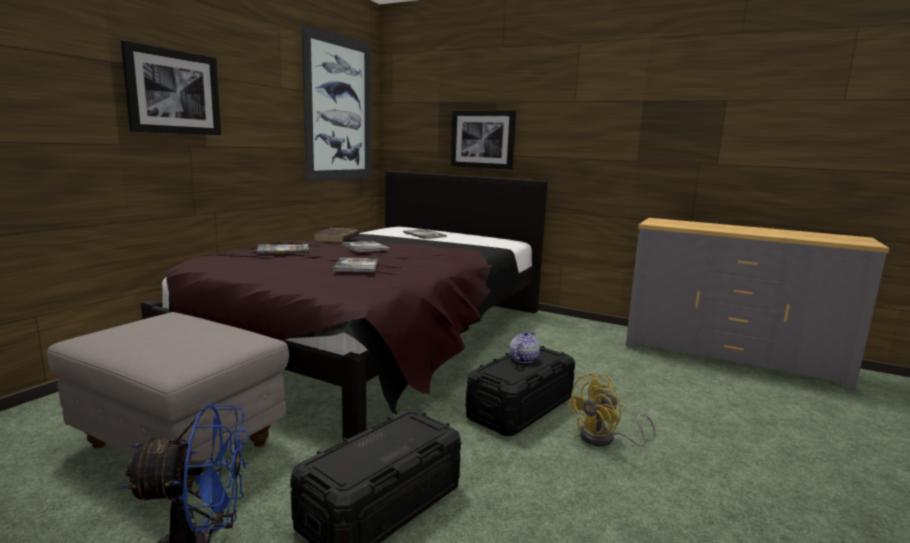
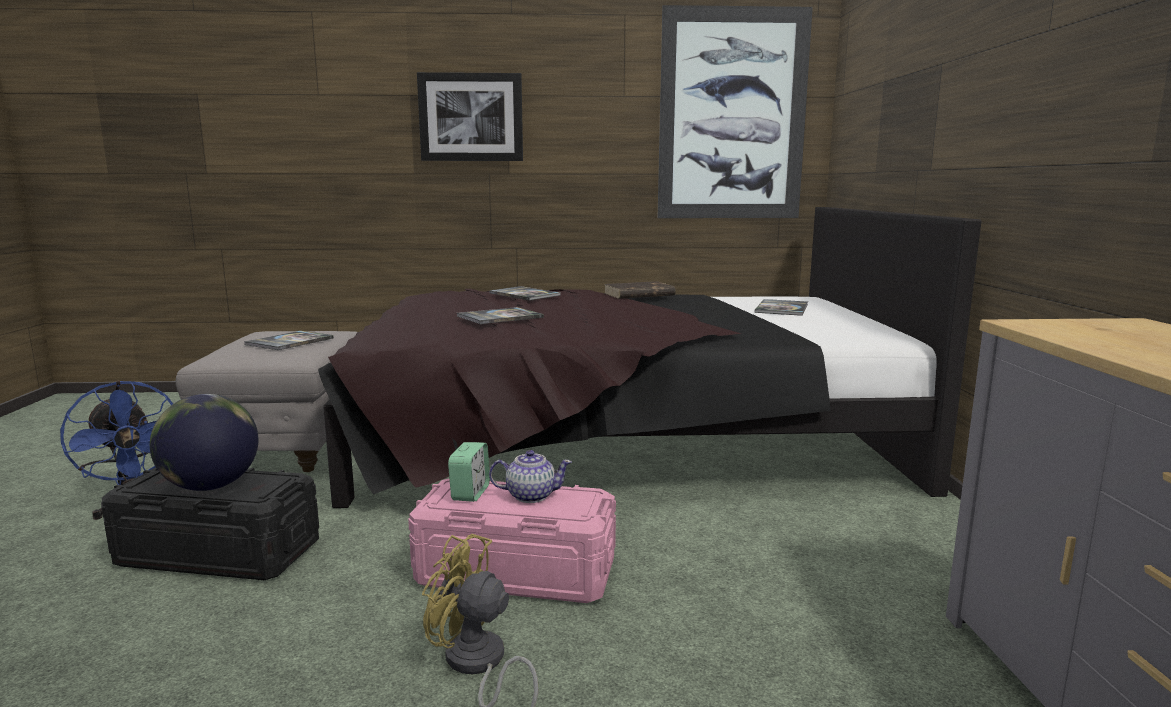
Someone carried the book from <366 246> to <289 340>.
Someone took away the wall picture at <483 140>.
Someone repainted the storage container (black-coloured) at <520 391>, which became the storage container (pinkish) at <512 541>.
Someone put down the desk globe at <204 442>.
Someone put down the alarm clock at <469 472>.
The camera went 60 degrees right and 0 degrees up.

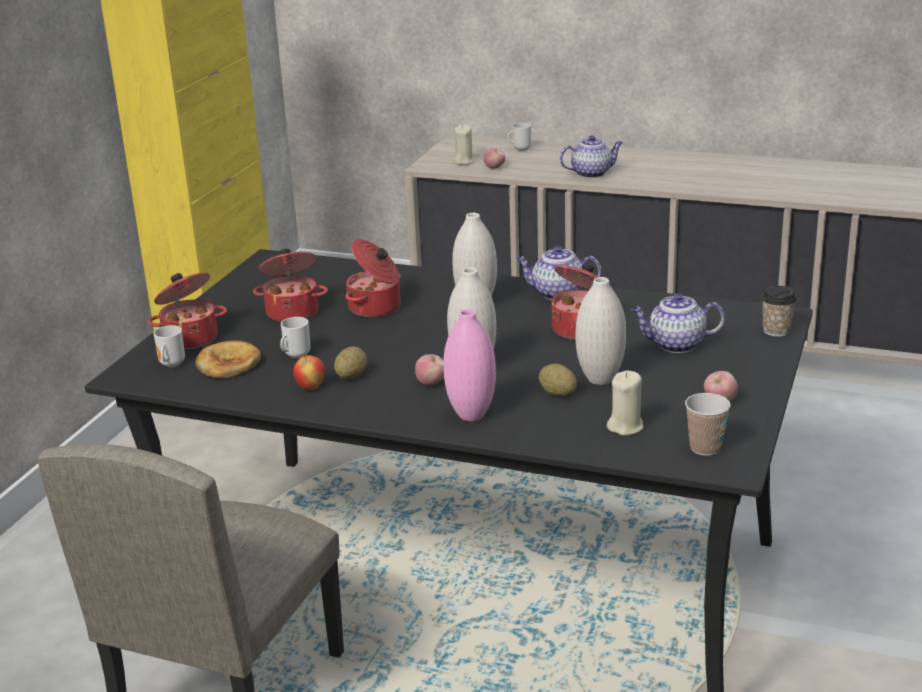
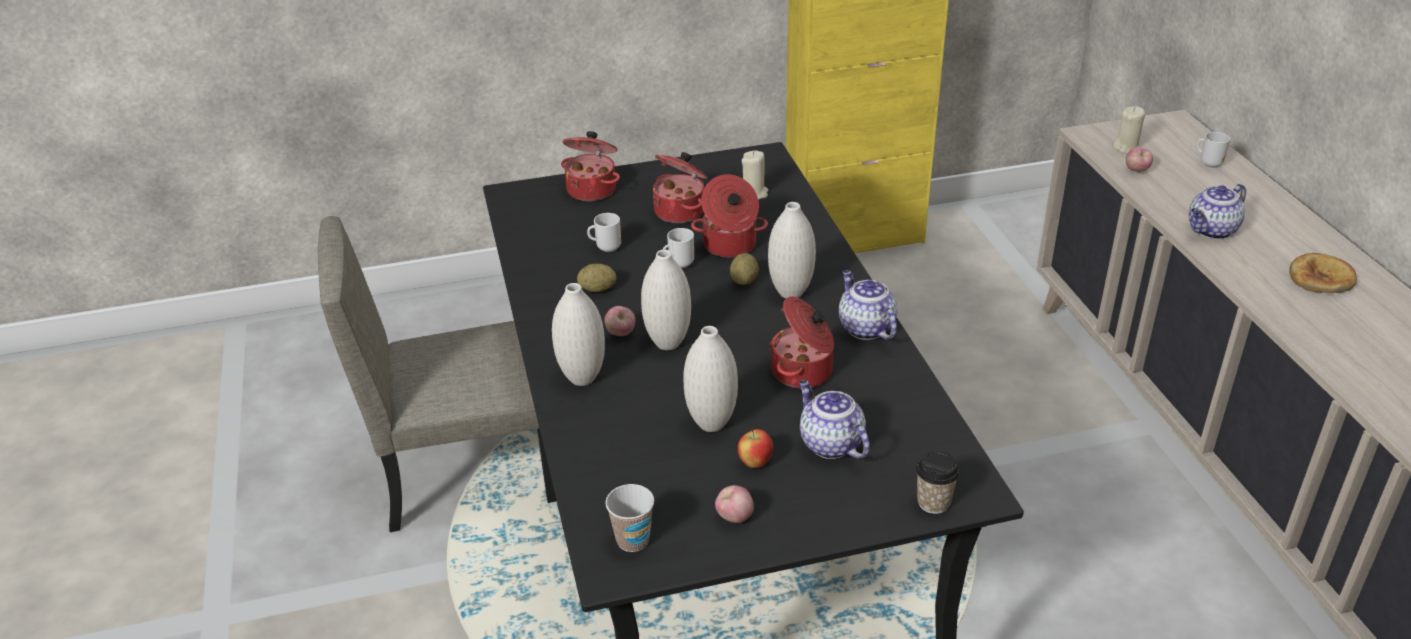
Someone carried the tea mug from <169 346> to <678 248>.
Someone carried the baked bread from <228 359> to <1323 273>.
Someone carried the apple fruit from <309 372> to <755 448>.
Someone repainted the flower vase (pinkish) at <469 365>, which became the flower vase (whitish) at <578 334>.
Someone carried the potato from <558 380> to <744 269>.
Someone rotated the pot for tea at <591 156> by 105 degrees clockwise.
Someone carried the wax candle (beige-coloured) from <625 403> to <755 175>.
The camera went 55 degrees right and 10 degrees up.

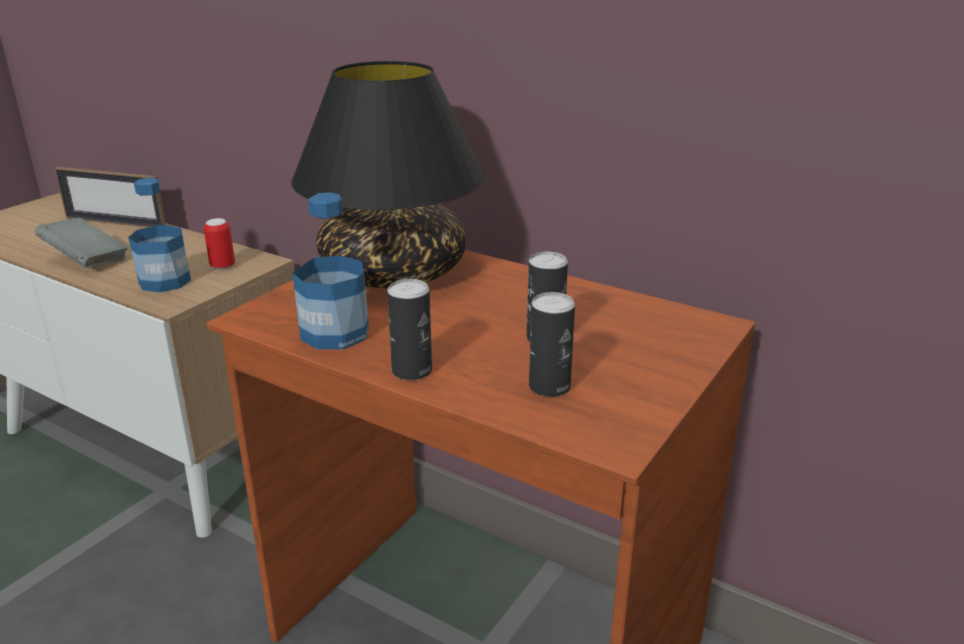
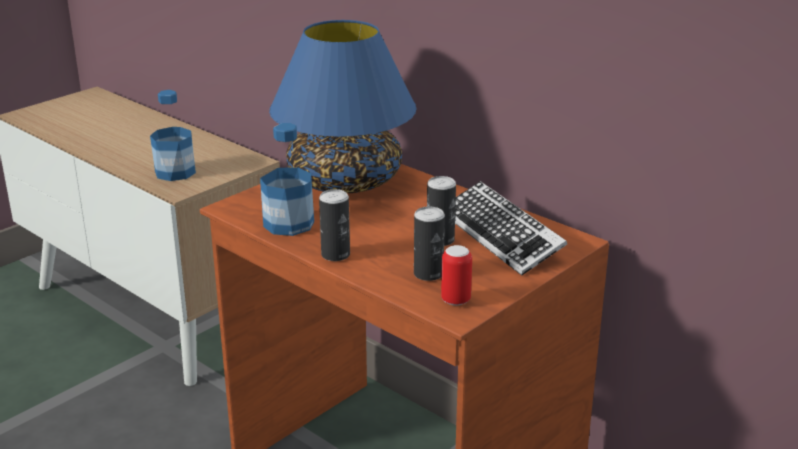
Someone took away the book (grey) at <81 243>.
Someone took away the picture frame at <110 197>.
Someone carried the metal can from <219 244> to <456 275>.
Someone repainted the tabletop lamp (black-coloured) at <388 174>, which became the tabletop lamp (blue) at <342 106>.
Someone put down the keyboard at <511 228>.
The camera went 10 degrees right and 0 degrees up.

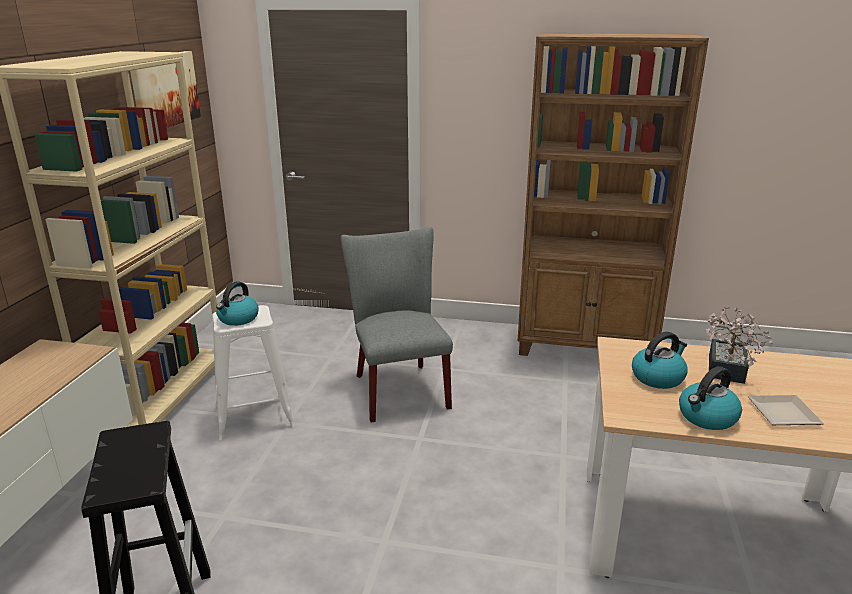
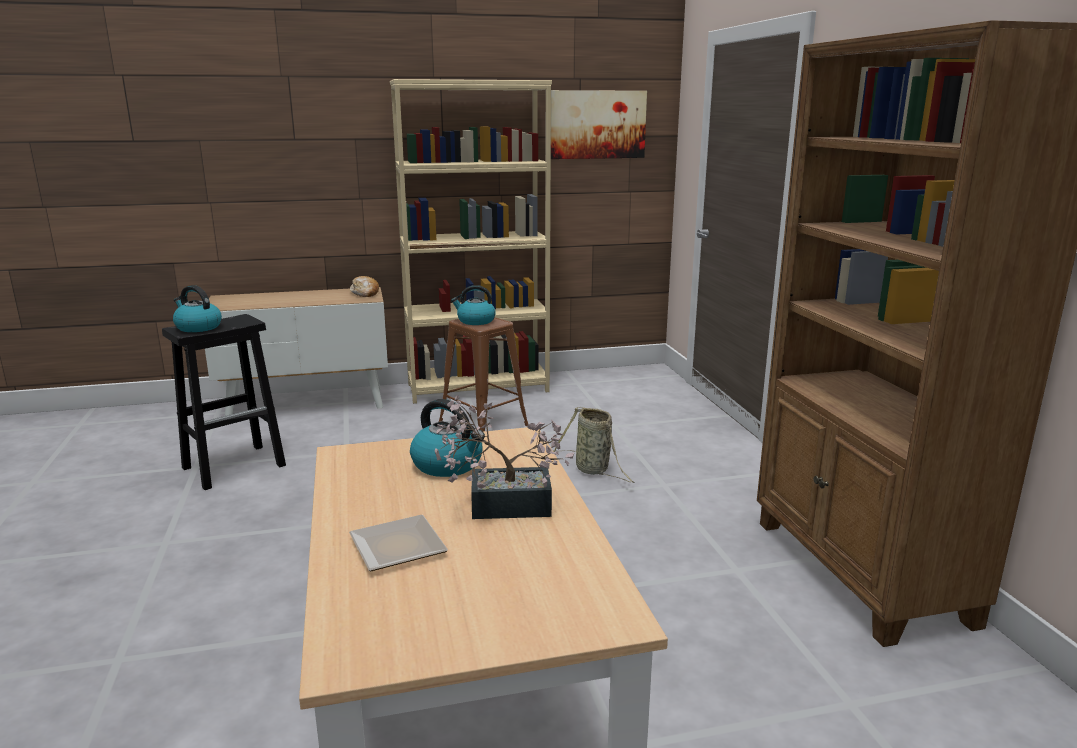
Someone repainted the stool (whitish) at <253 372>, which became the stool (brownish) at <483 374>.
Someone swapped the plain chair (grey) at <397 324> for the household basket at <594 445>.
Someone carried the tea kettle from <710 398> to <197 308>.
Someone put down the baked bread at <364 286>.
The camera went 65 degrees right and 5 degrees down.

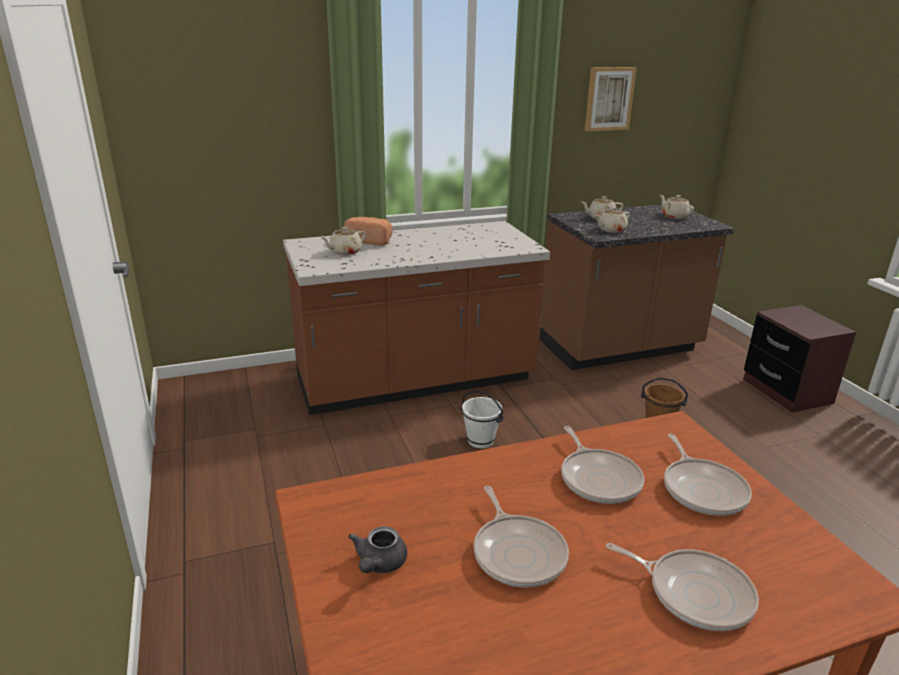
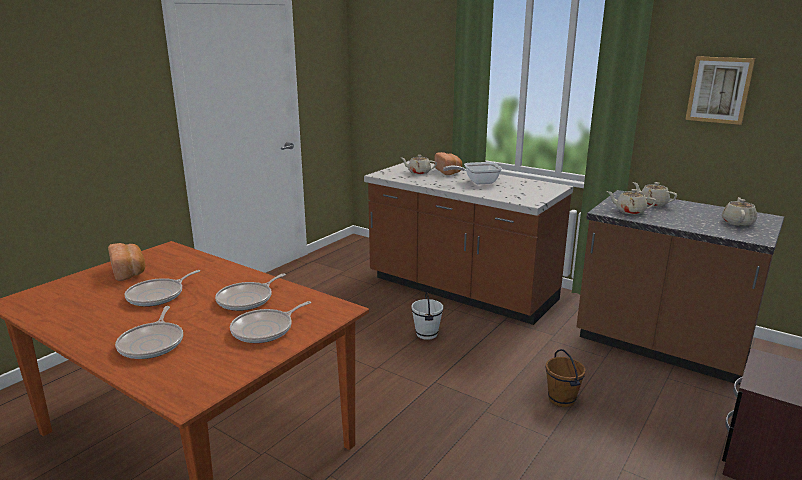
Someone swapped the pot for tea (grey) at <377 549> for the baked bread at <126 262>.
Someone put down the skillet at <472 173>.
The camera went 55 degrees right and 5 degrees down.

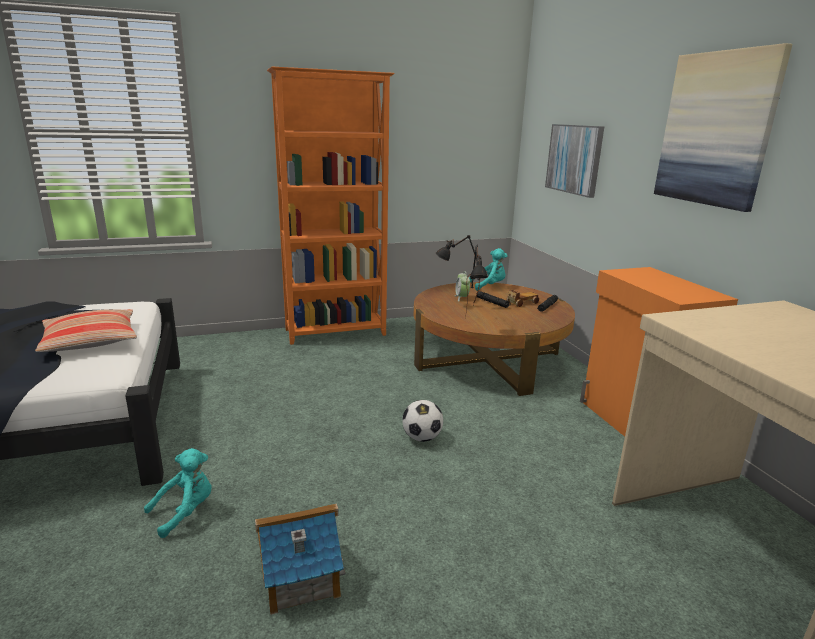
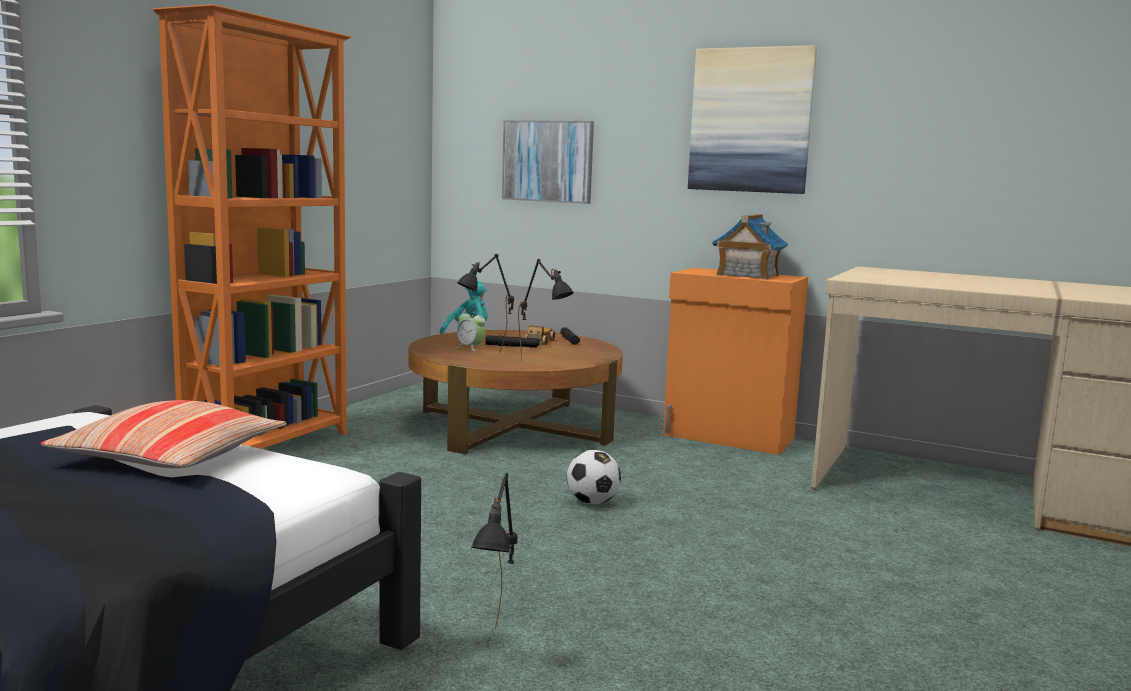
Someone swapped the cuddly toy (turquoise-coloured) at <178 493> for the tabletop lamp (black-coloured) at <494 551>.
Someone carried the toy house from <300 559> to <750 247>.
The camera went 45 degrees left and 10 degrees down.

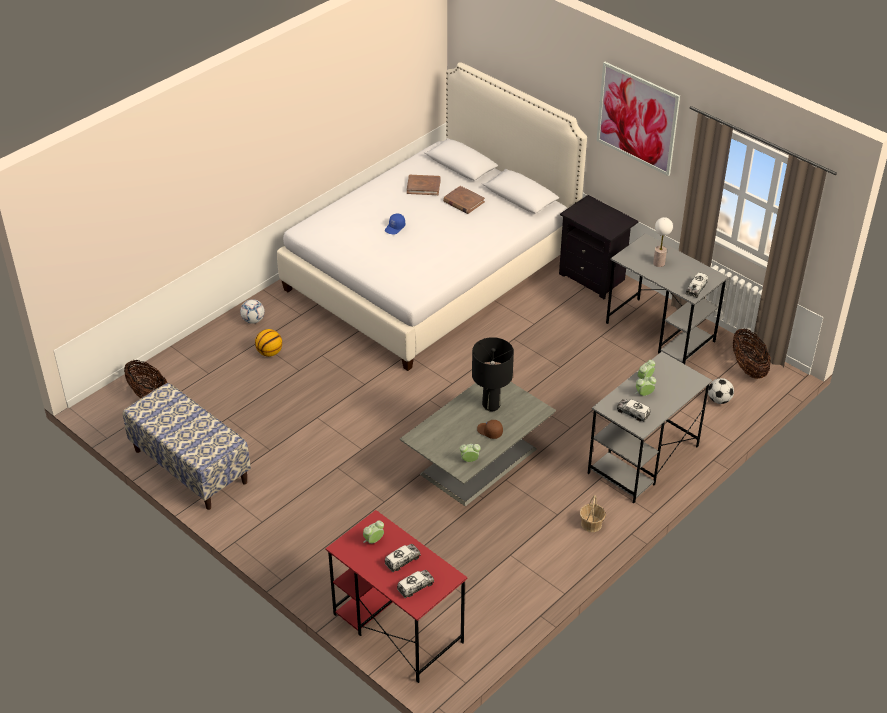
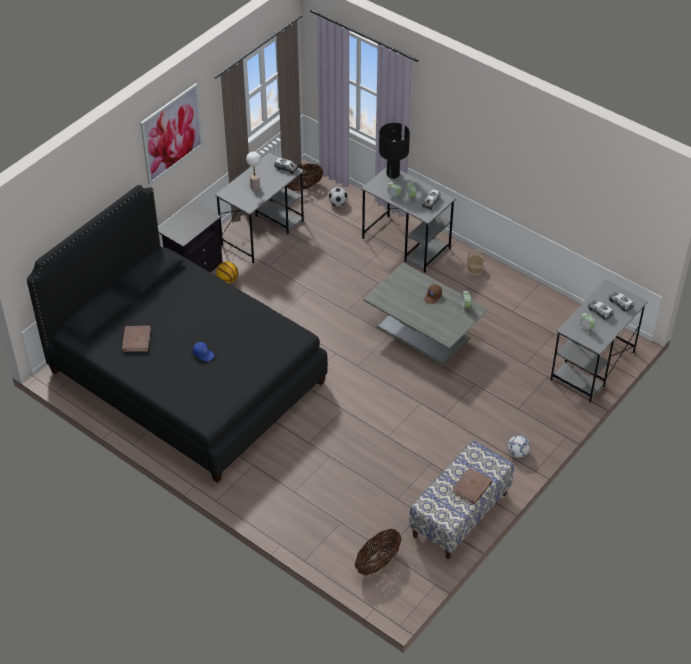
Someone carried the football from <252 311> to <519 446>.
Someone carried the basketball ball from <268 343> to <227 272>.
Someone repainted the sleeping bed (whitish) at <432 216>, which became the sleeping bed (black-coloured) at <177 334>.
Someone repainted the desk unit (red) at <396 596>, which became the desk unit (grey) at <598 341>.
Someone carried the book (brownish) from <464 200> to <472 485>.
Someone carried the tabletop lamp (black-coloured) from <493 374> to <394 151>.
The camera went 95 degrees left and 5 degrees up.

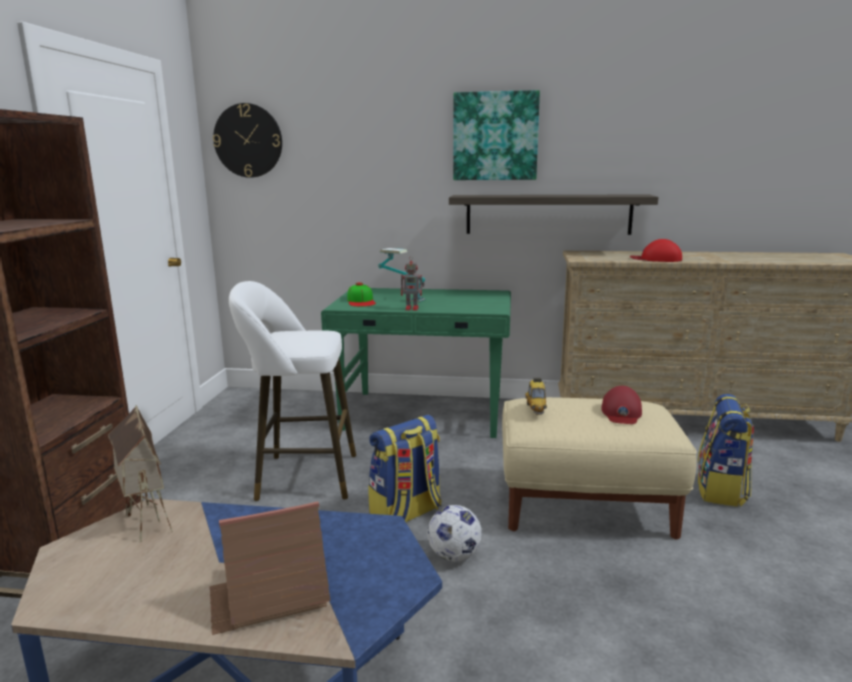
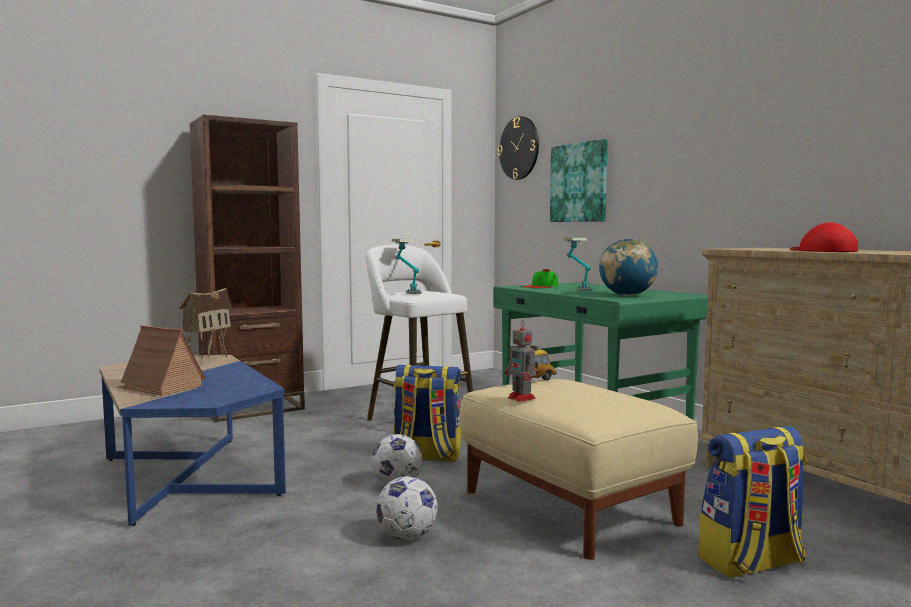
Someone carried the robot figure from <412 283> to <522 361>.
Someone took away the bracket shelf at <554 215>.
Someone carried the wall picture from <496 135> to <578 180>.
Someone took away the peaked cap (red) at <621 405>.
Someone put down the football at <407 508>.
Someone put down the tabletop lamp at <406 266>.
Someone put down the desk globe at <628 267>.
The camera went 50 degrees right and 10 degrees down.

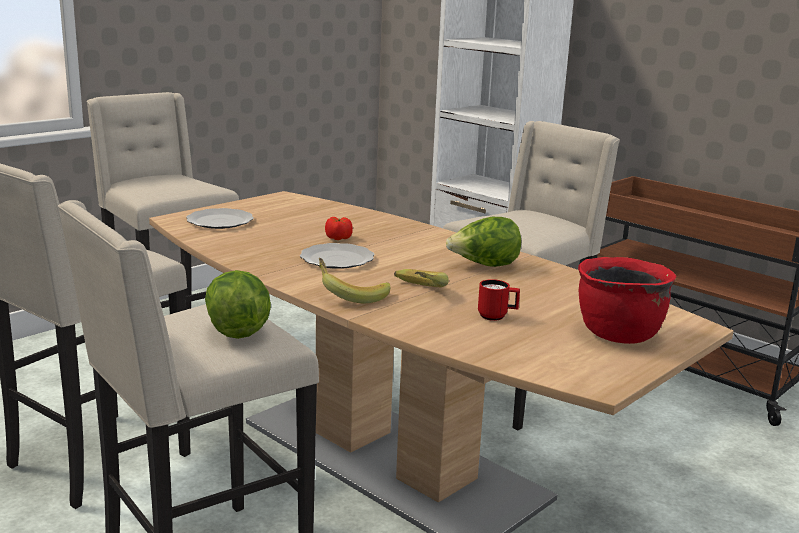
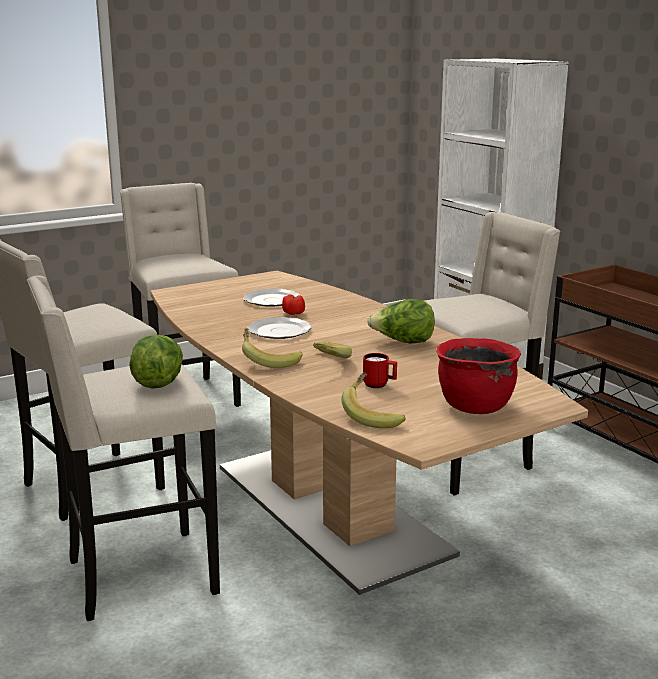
Someone carried the plate from <220 218> to <271 298>.
Someone put down the whole banana at <374 400>.
The camera went 15 degrees right and 0 degrees up.

